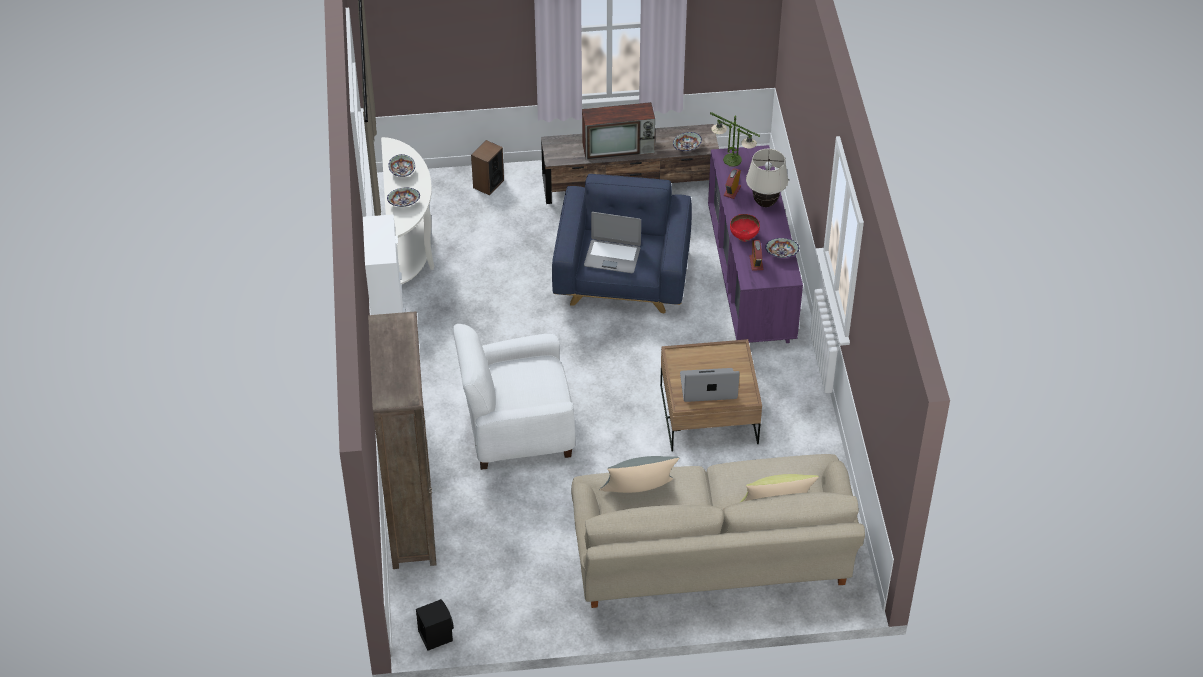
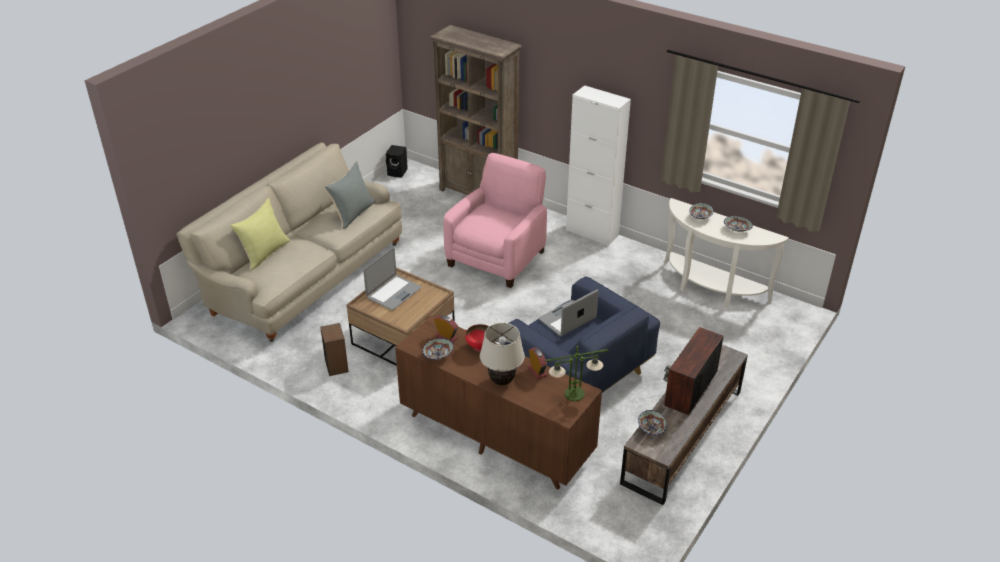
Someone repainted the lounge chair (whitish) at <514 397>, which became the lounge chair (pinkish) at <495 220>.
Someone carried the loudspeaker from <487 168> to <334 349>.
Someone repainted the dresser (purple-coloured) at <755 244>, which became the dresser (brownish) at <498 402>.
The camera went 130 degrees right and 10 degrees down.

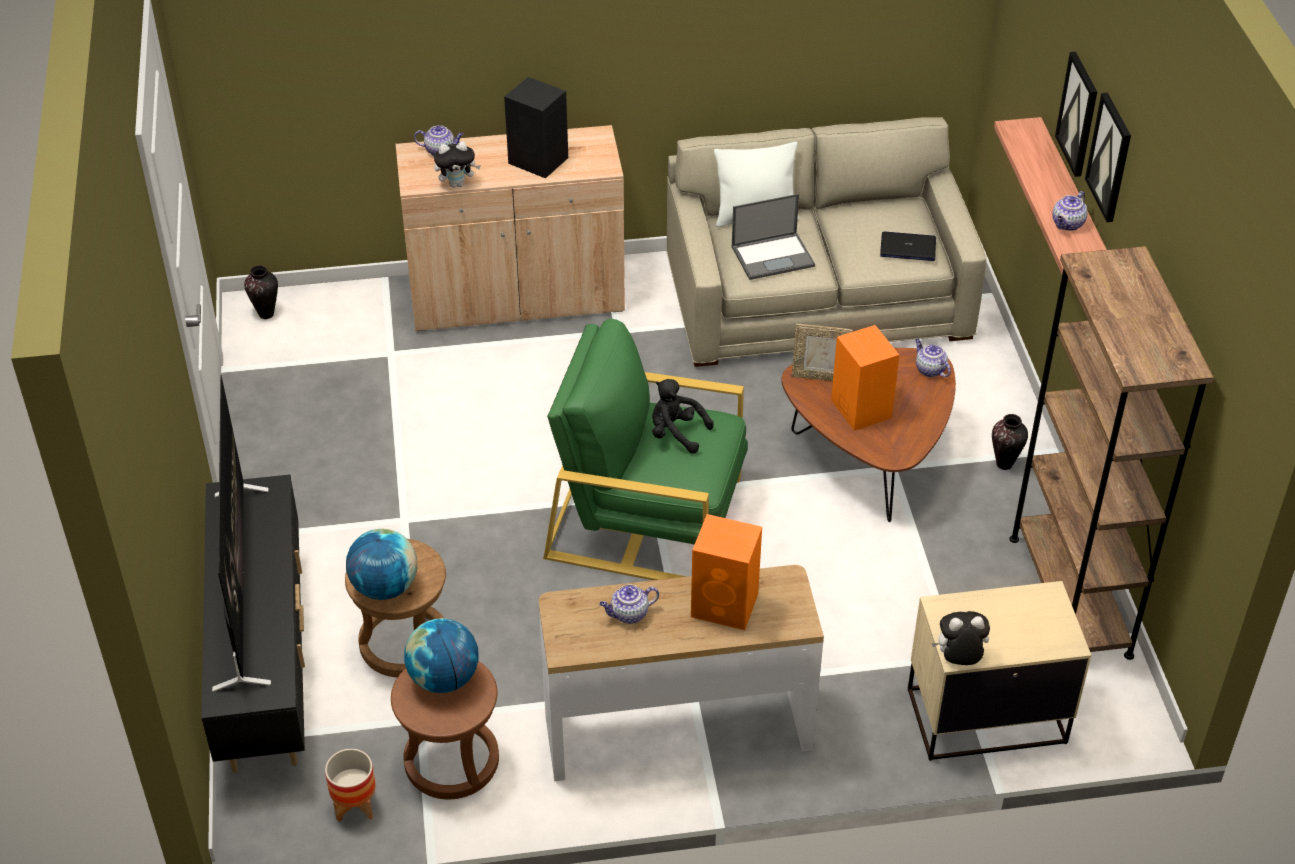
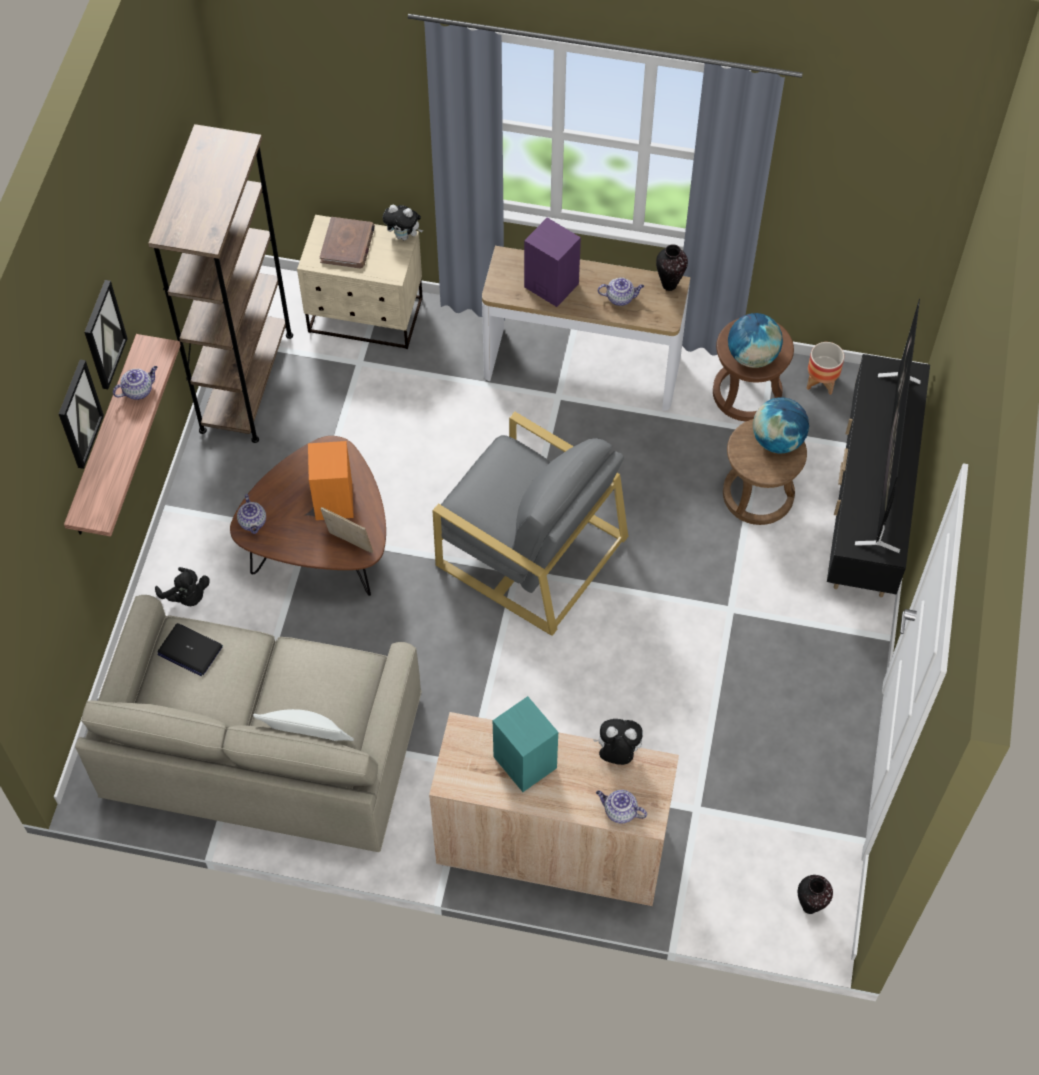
Someone repainted the loudspeaker (black-coloured) at <536 127>, which became the loudspeaker (turquoise-coloured) at <525 744>.
Someone repainted the lounge chair (green-coloured) at <645 449>, which became the lounge chair (grey) at <530 524>.
Someone carried the cuddly toy (black-coloured) from <683 416> to <182 586>.
Someone repainted the loudspeaker (orangey) at <726 572>, which became the loudspeaker (purple-coloured) at <552 262>.
Someone took away the portable computer at <773 237>.
Someone carried the flower vase from <1010 442> to <672 267>.
Someone put down the book (brownish) at <347 242>.
The camera went 160 degrees left and 15 degrees up.

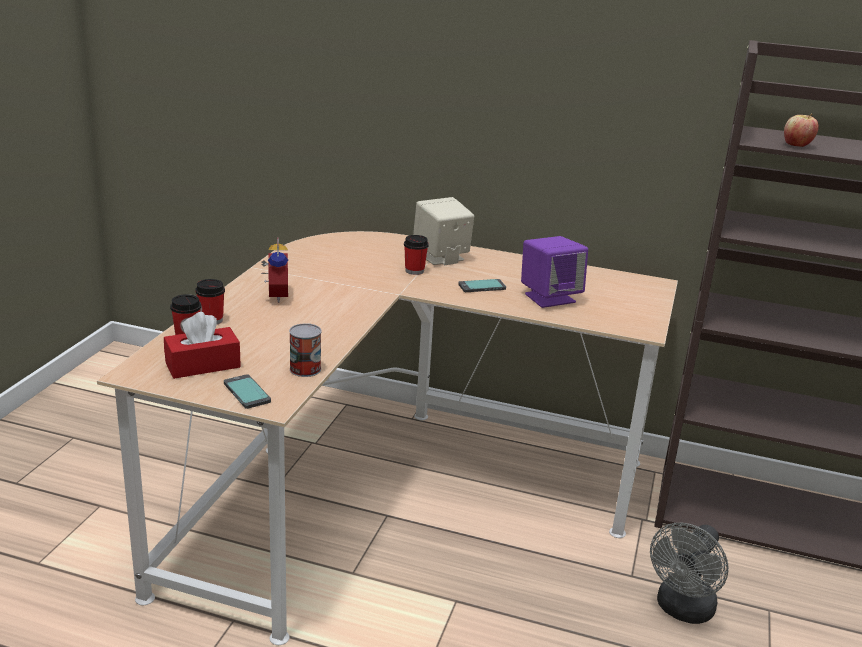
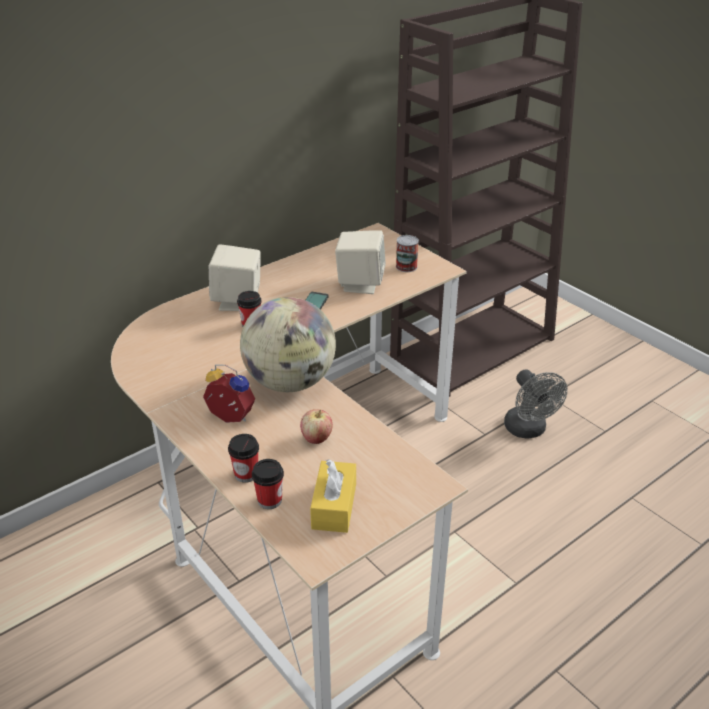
Someone repainted the tissue holder (red) at <202 345>, which became the tissue holder (yellowish) at <333 496>.
Someone took away the phone at <247 391>.
Someone carried the metal can from <305 350> to <407 253>.
Someone repainted the loudspeaker (purple-coloured) at <554 272>, which became the loudspeaker (beige-coloured) at <360 262>.
Someone carried the apple fruit from <801 130> to <316 426>.
Someone put down the desk globe at <288 344>.
The camera went 55 degrees left and 10 degrees up.

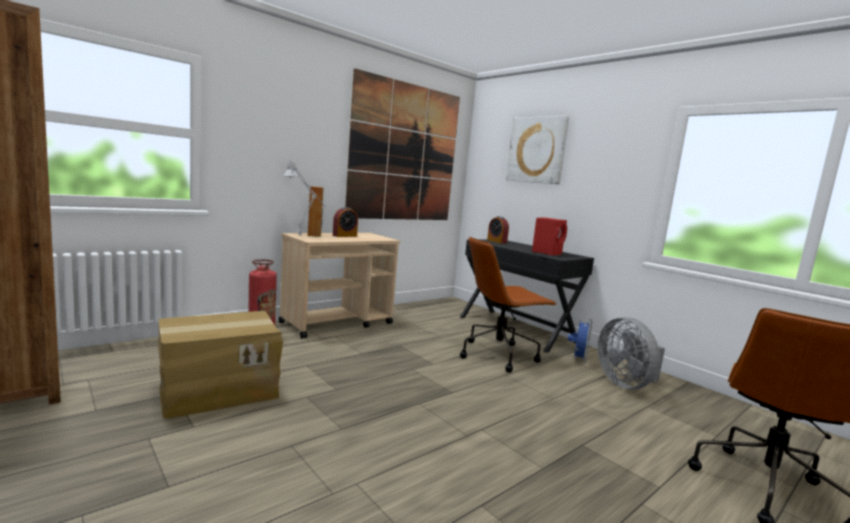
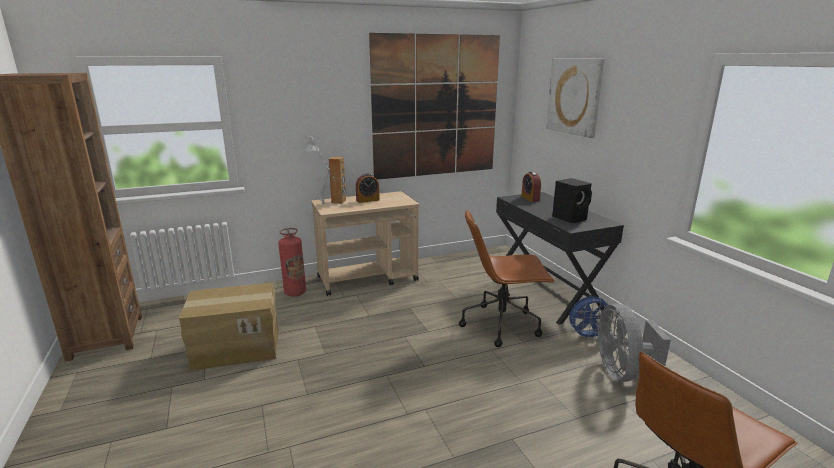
Someone repainted the loudspeaker (red) at <549 236>, which became the loudspeaker (black-coloured) at <572 200>.
Someone rotated the electric fan (blue) at <580 341> by 45 degrees clockwise.
The camera went 20 degrees right and 10 degrees up.

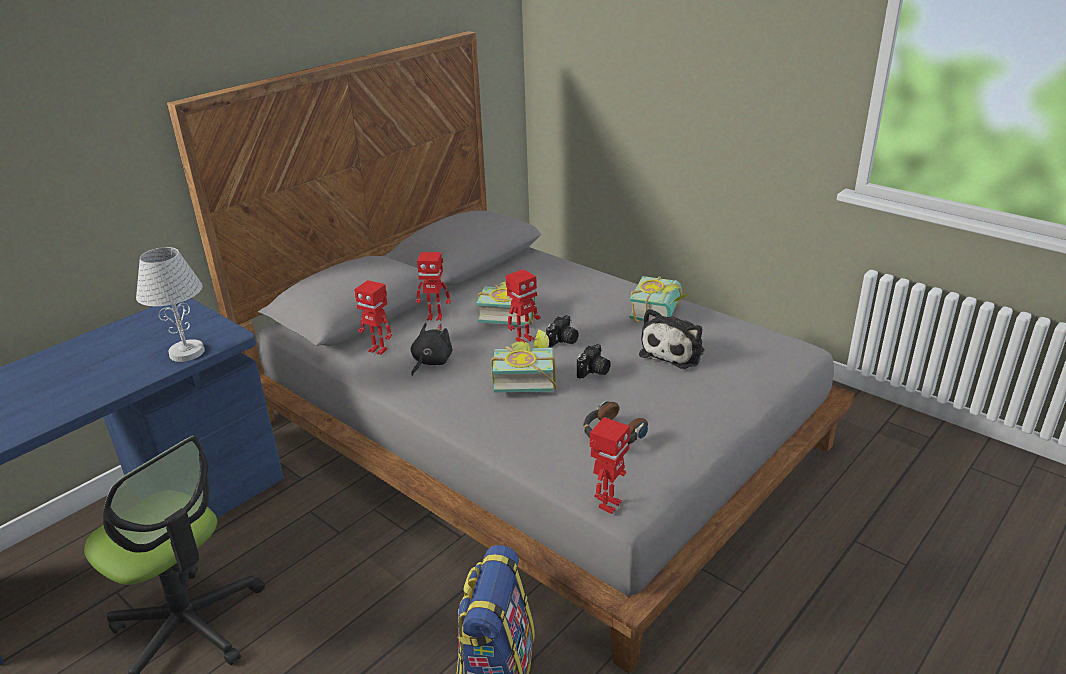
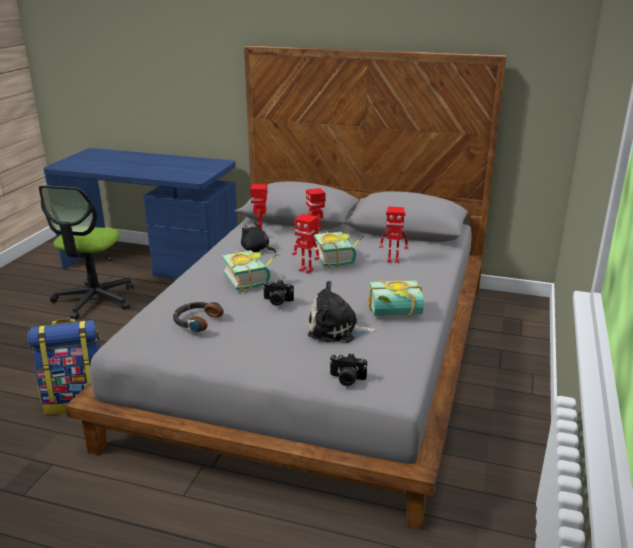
Someone took away the tabletop lamp (whitish) at <170 304>.
Someone rotated the cuddly toy (black-coloured) at <432 349> by 150 degrees counterclockwise.
Someone carried the still camera from <562 331> to <348 369>.
Someone carried the robot figure from <610 465> to <393 235>.
The camera went 65 degrees right and 5 degrees down.

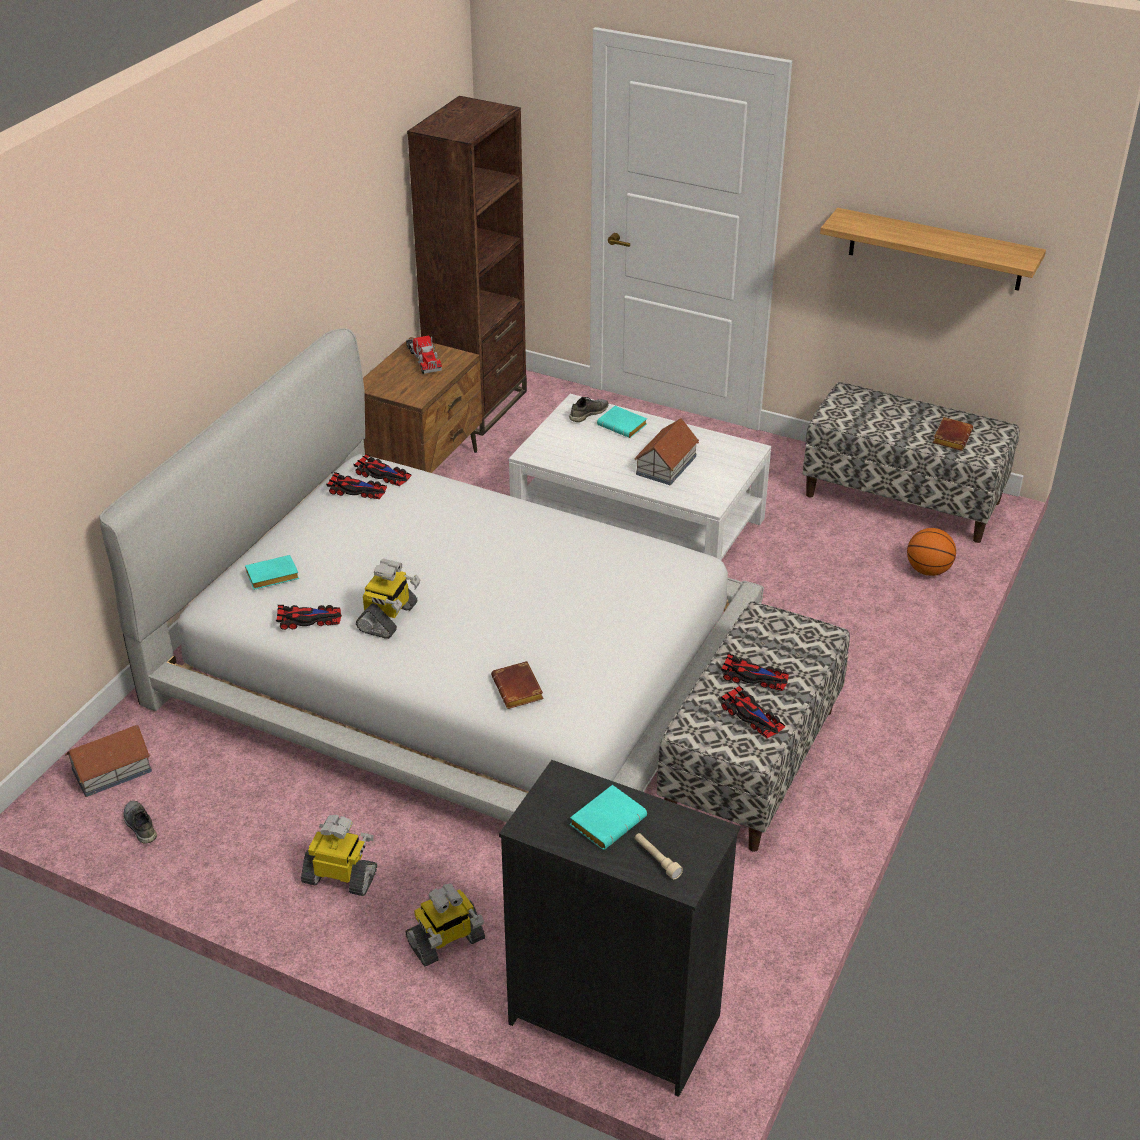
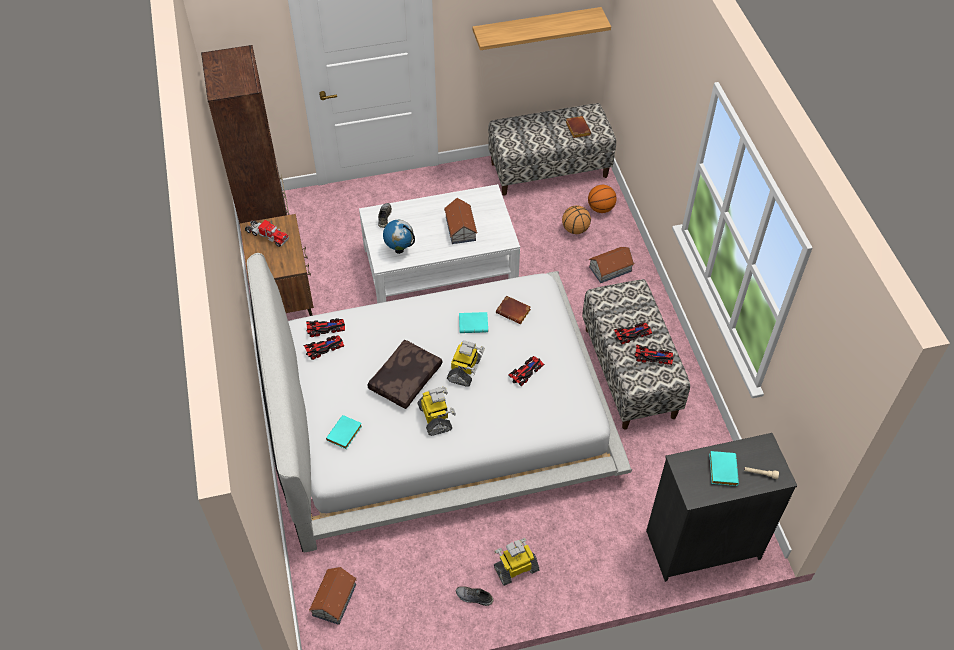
Someone carried the shoe (grey) from <140 822> to <474 596>.
Someone carried the model car from <309 617> to <526 371>.
Someone carried the robot figure from <445 924> to <466 363>.
Someone carried the book (brownish) from <517 685> to <513 309>.
Someone carried the book (turquoise-coloured) from <622 422> to <473 322>.
Someone put down the cushion (brownish) at <404 374>.
Someone put down the desk globe at <399 237>.
Someone put down the basketball ball at <576 219>.
Someone put down the toy house at <612 265>.
The camera went 40 degrees left and 15 degrees up.

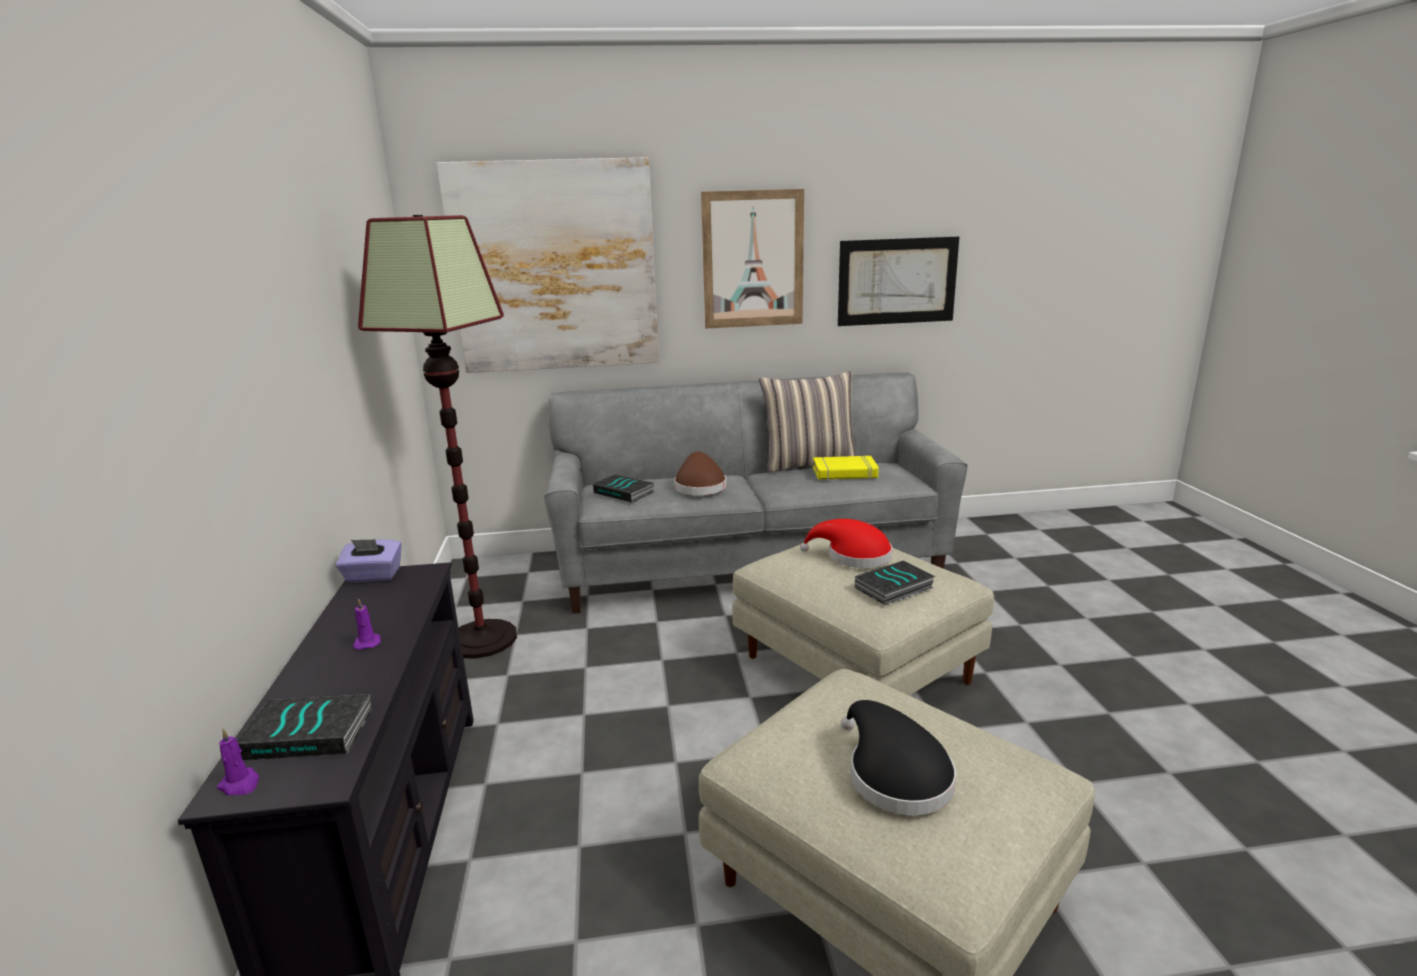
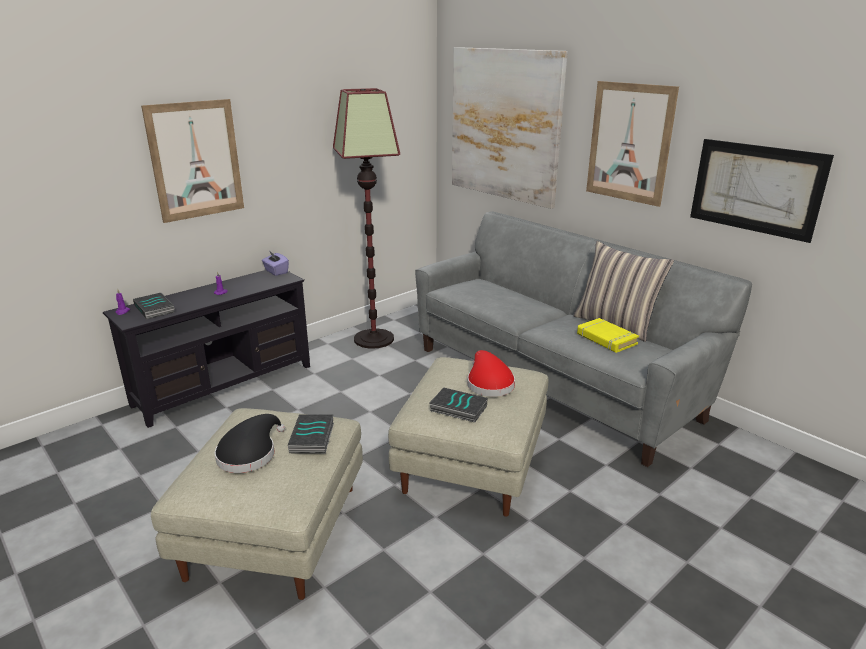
Someone carried the book from <623 488> to <311 433>.
Someone took away the wearable hat (brownish) at <700 473>.
Someone put up the wall picture at <192 161>.
The camera went 55 degrees right and 5 degrees up.

